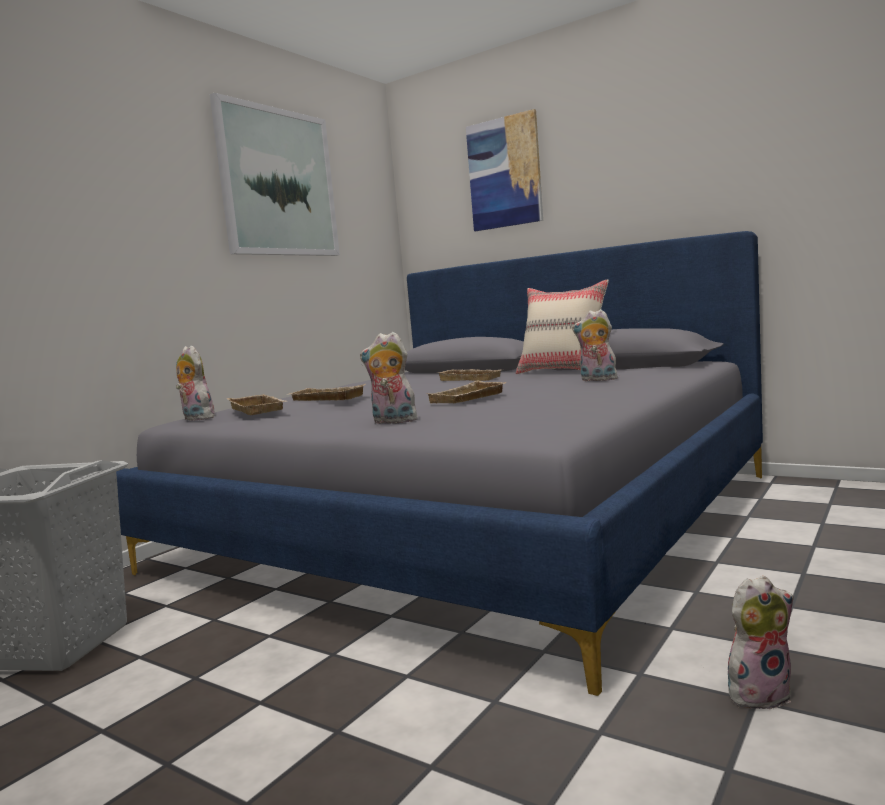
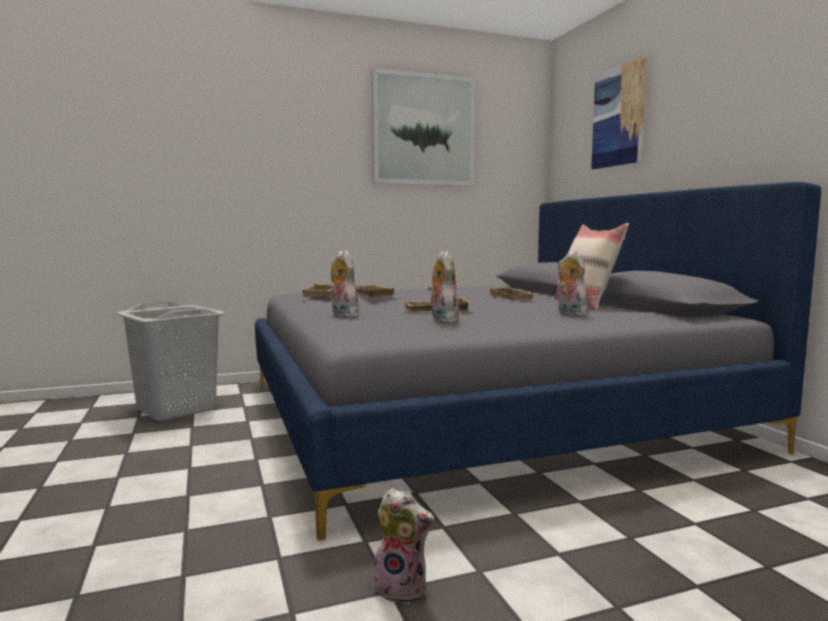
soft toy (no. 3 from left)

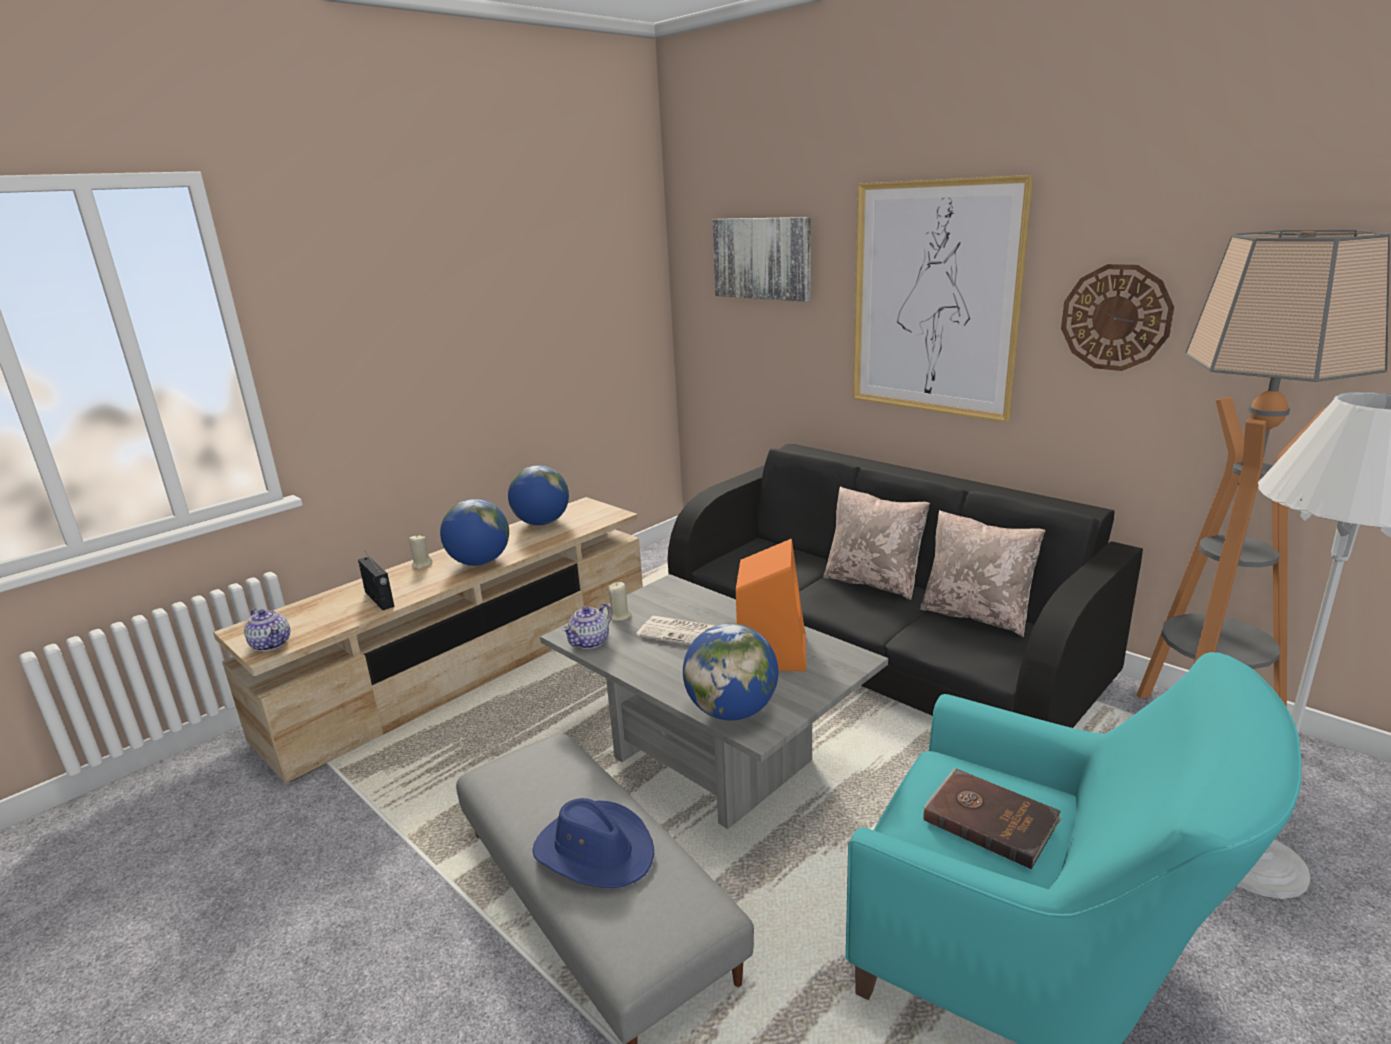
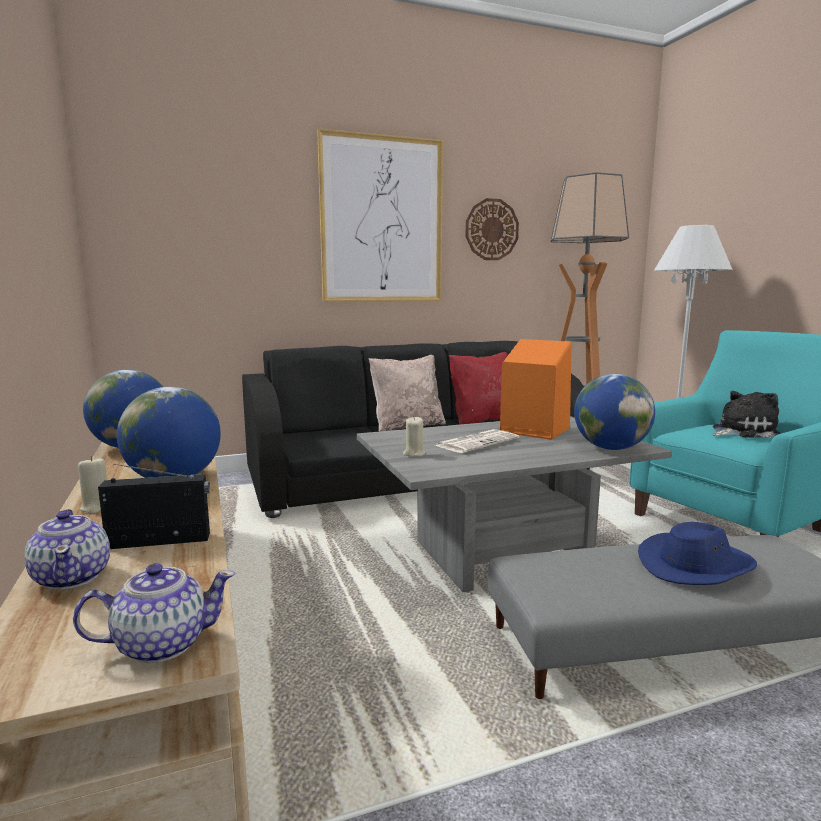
wall art (no. 1 from left in the first image); red pillow; tea pot (no. 1 from left); soft toy

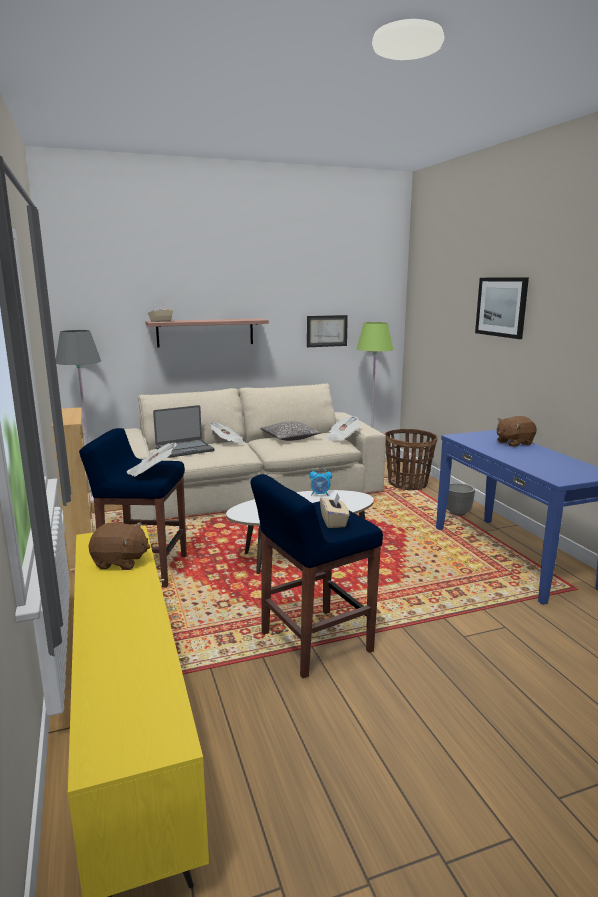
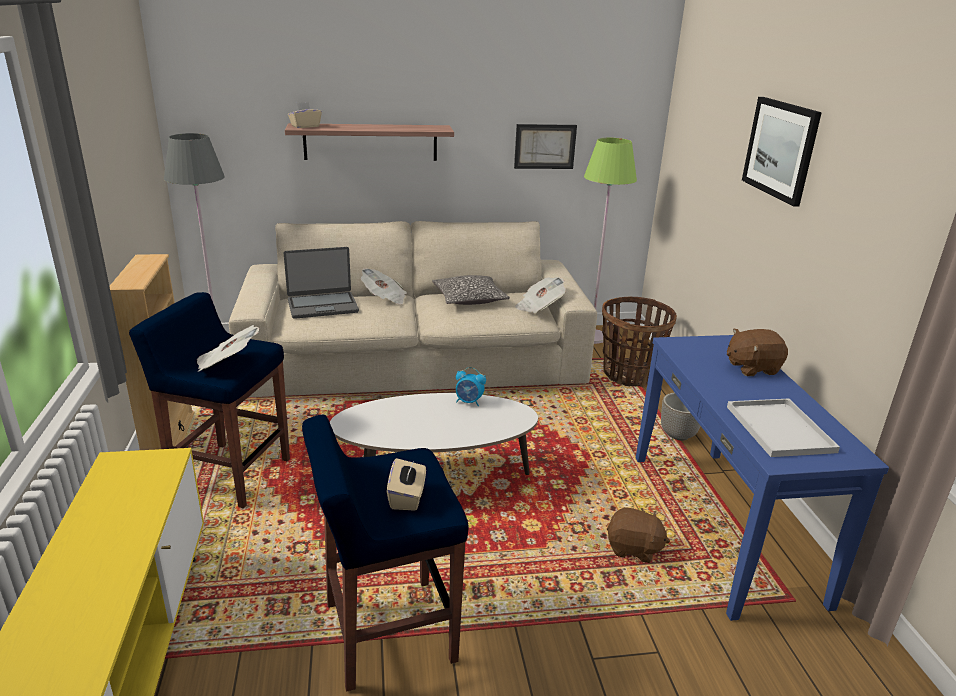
brown-coloured soft toy (no. 1 from left); white-coloured tray

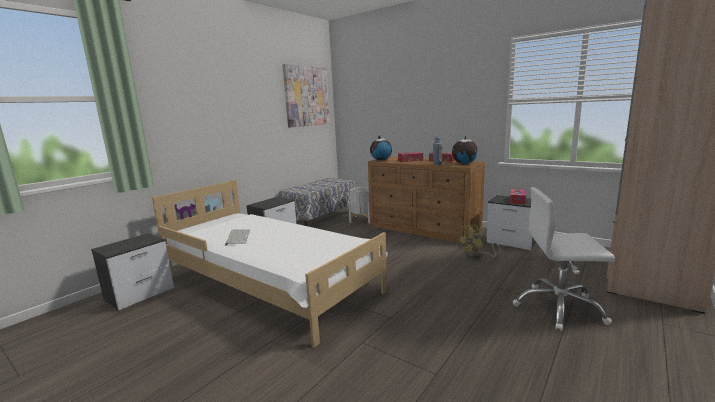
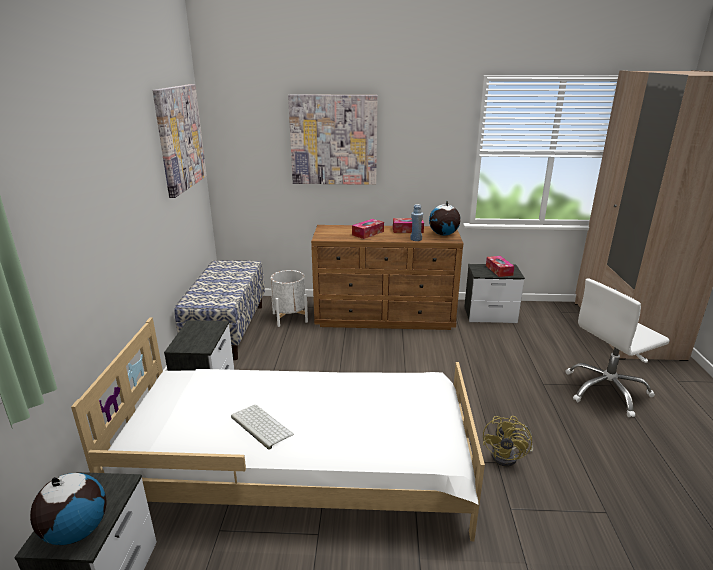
world globe (no. 1 from left); yellowish fan; wall art (no. 2 from left)

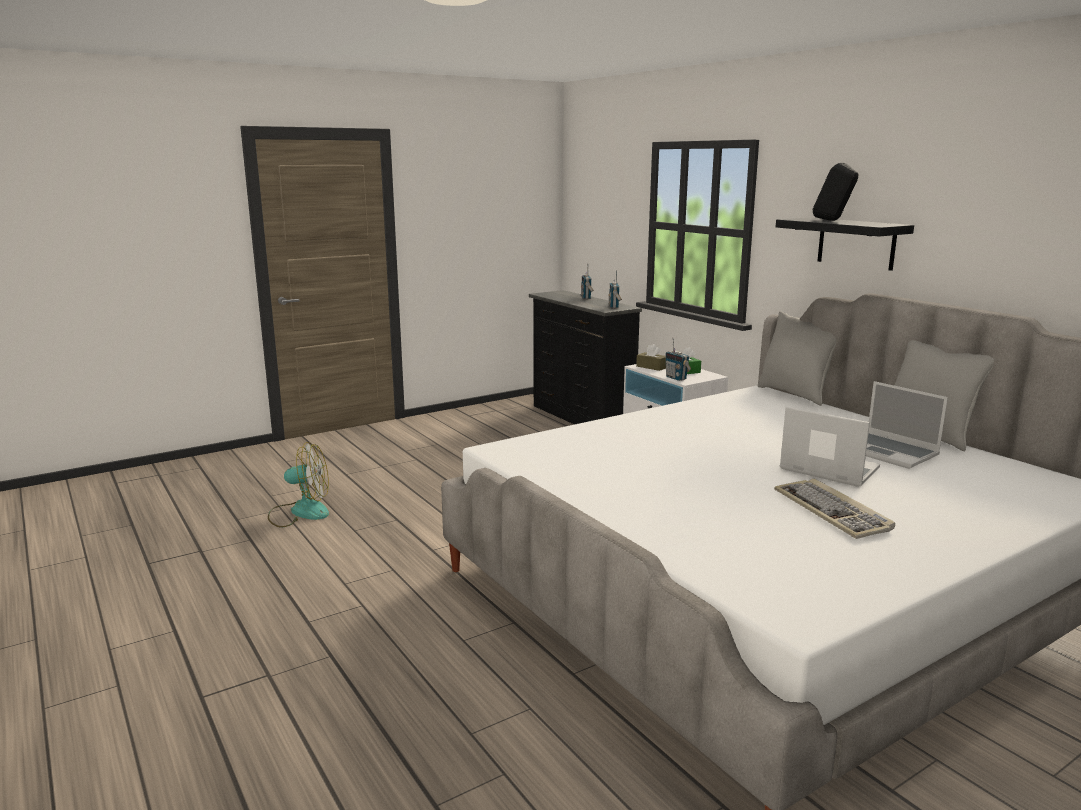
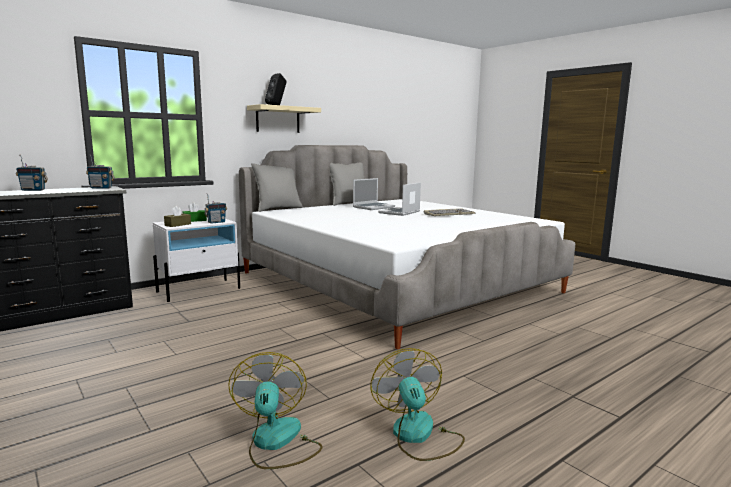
beige-coloured wall shelf; fan (no. 2 from left)

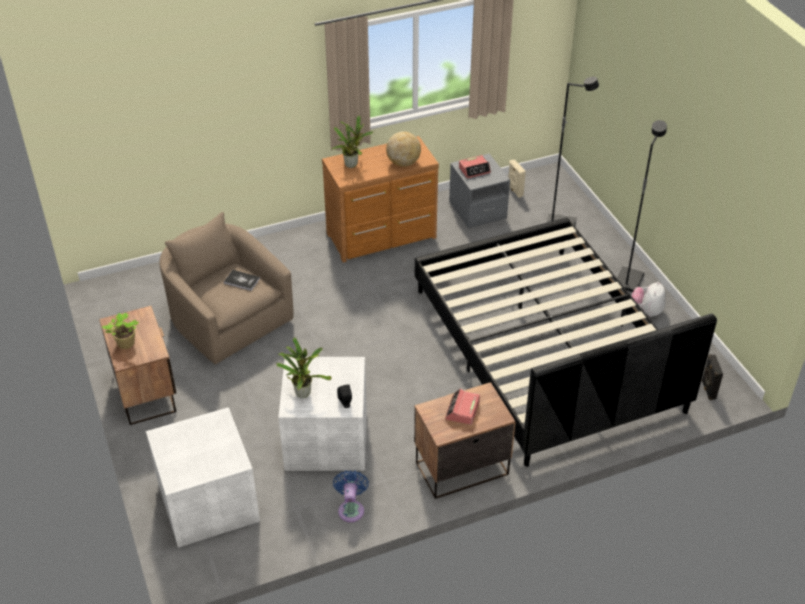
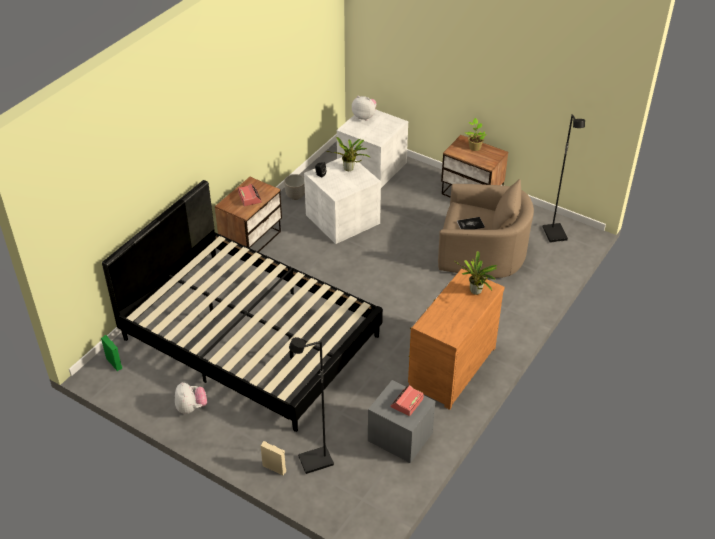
black-coloured standard lamp (no. 2 from left); world globe; beige-coloured audio speaker; greenish audio speaker; planter; soft toy (no. 2 from left)

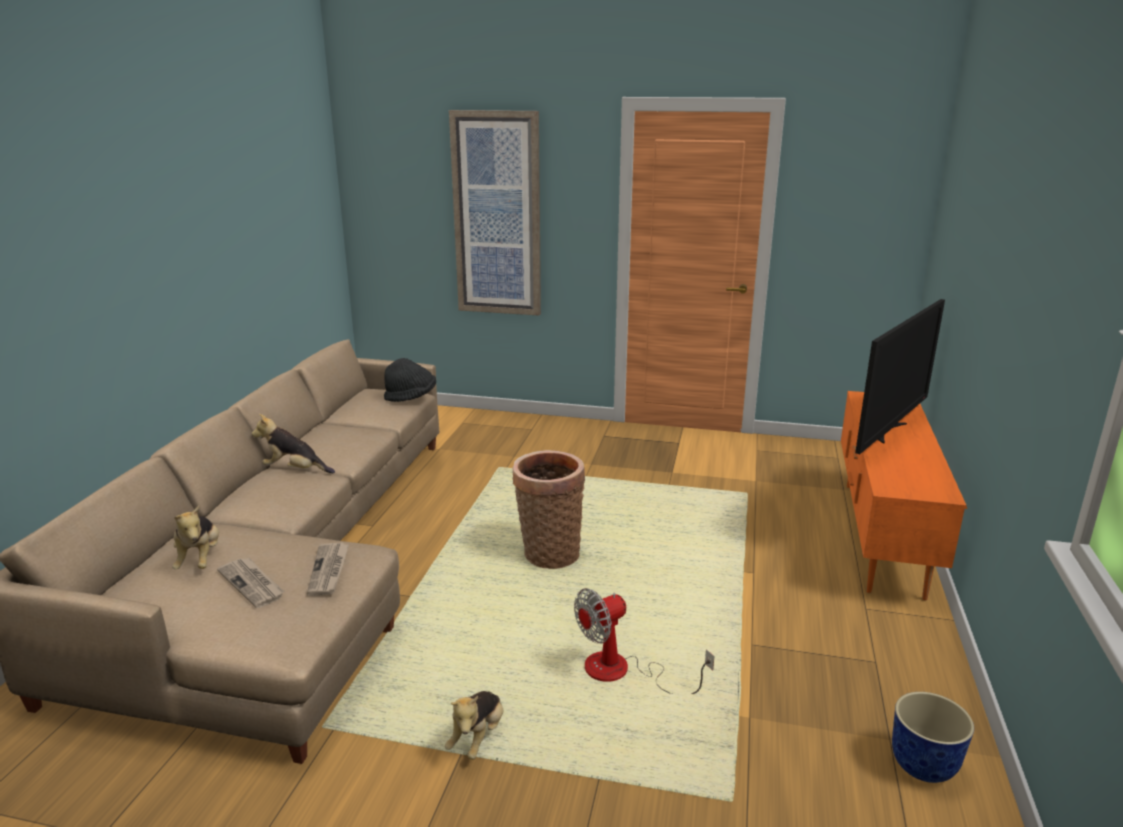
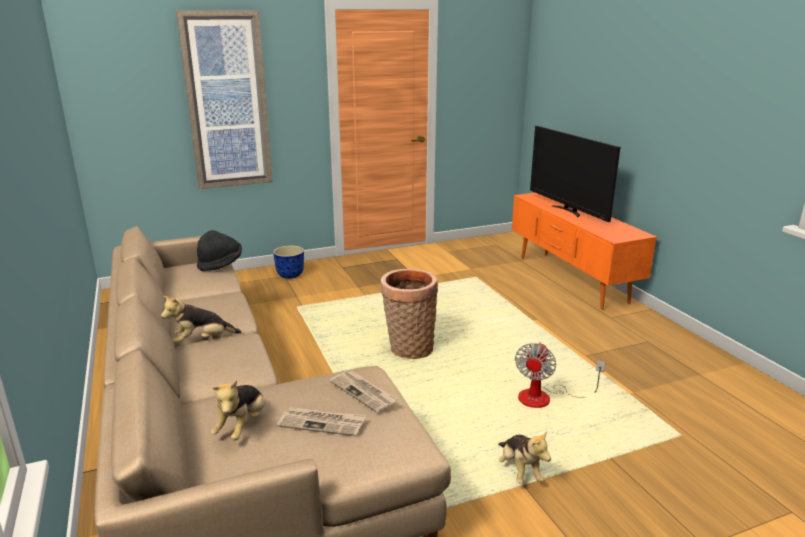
TV; soft toy (no. 2 from left); planter

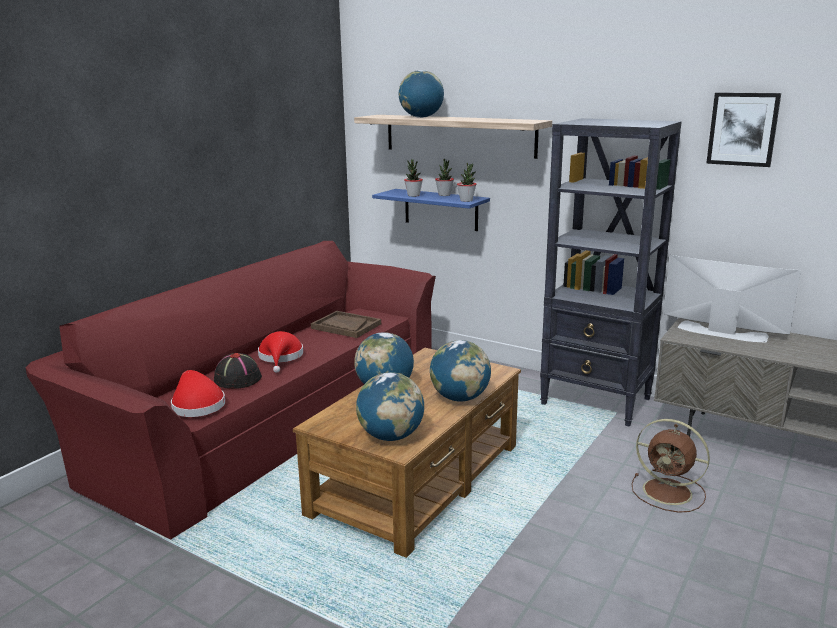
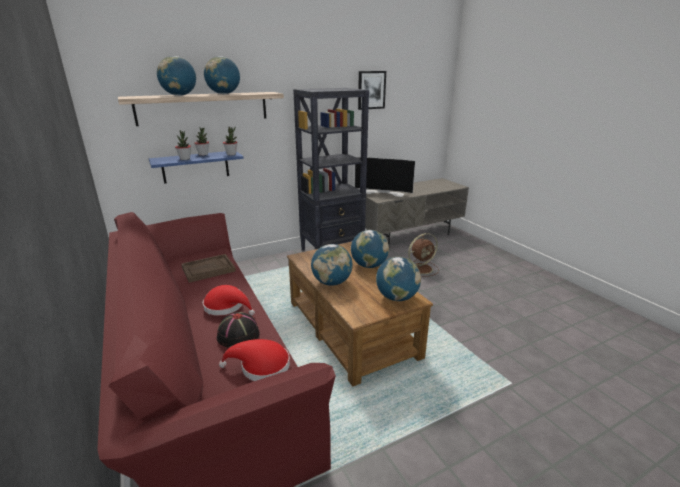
TV; world globe (no. 2 from left)

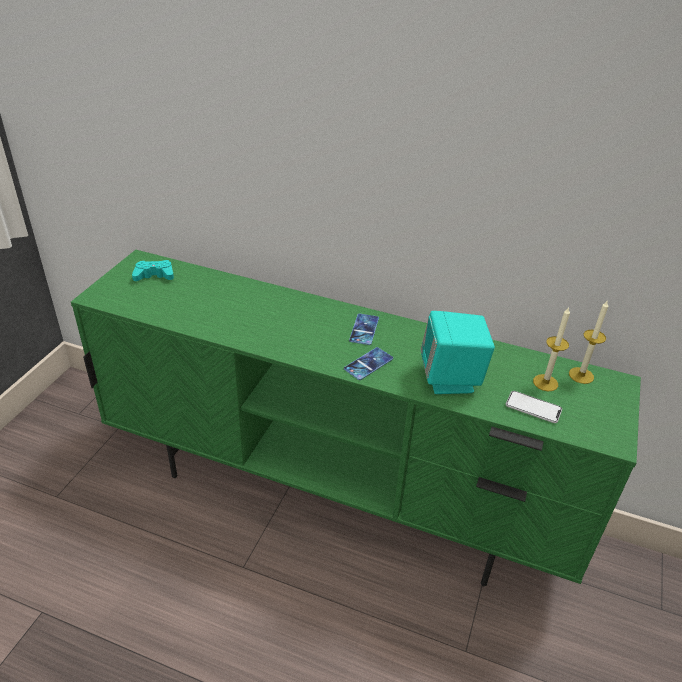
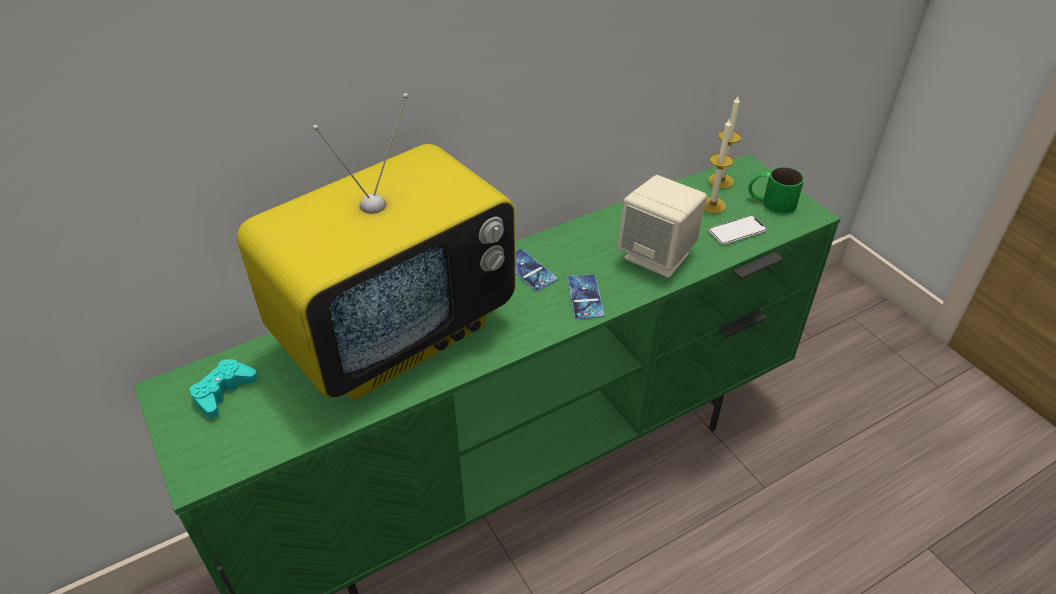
beige-coloured audio speaker; TV; greenish mug

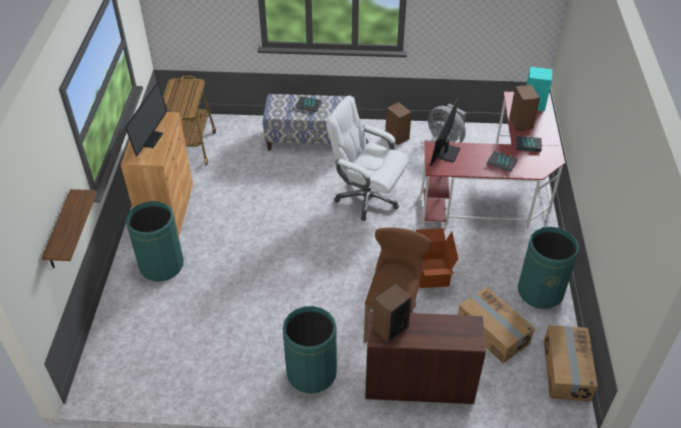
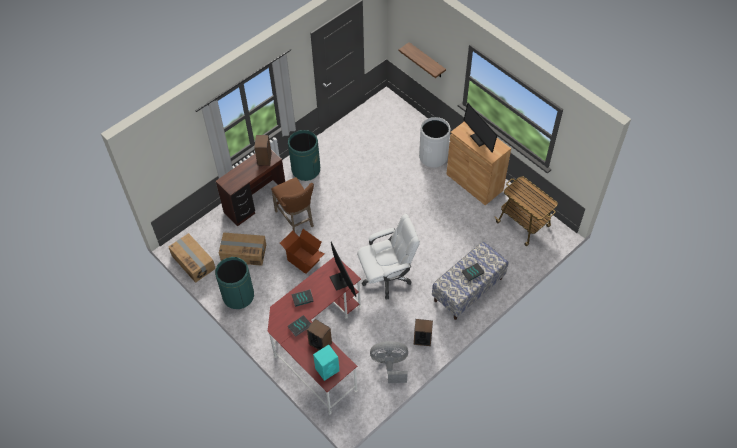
white-coloured waste bin

